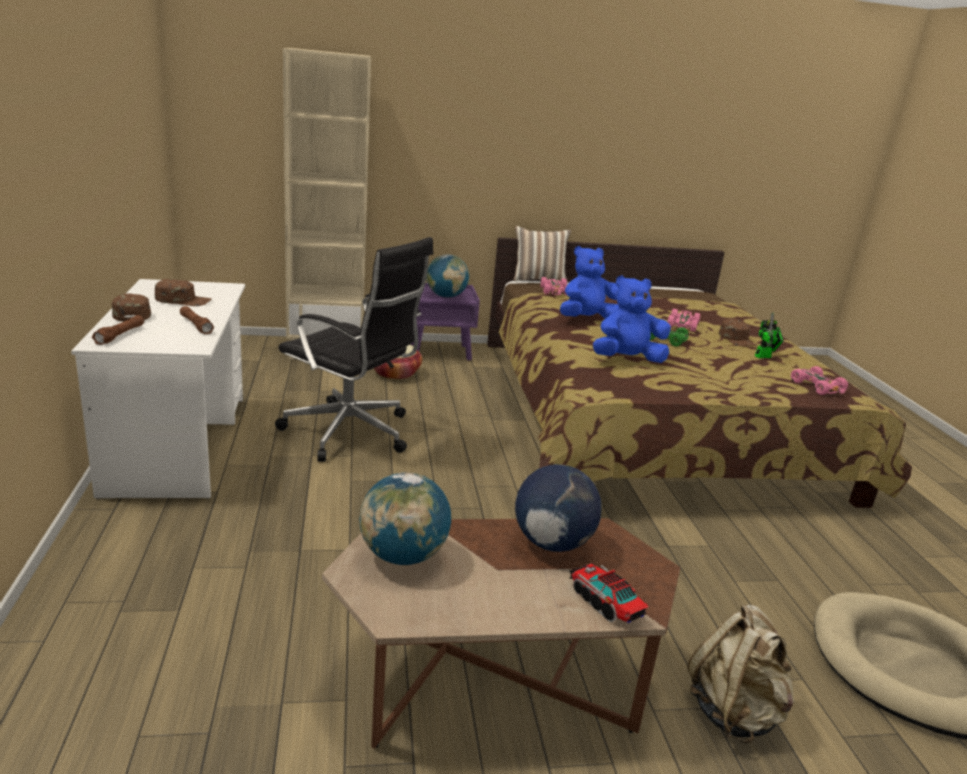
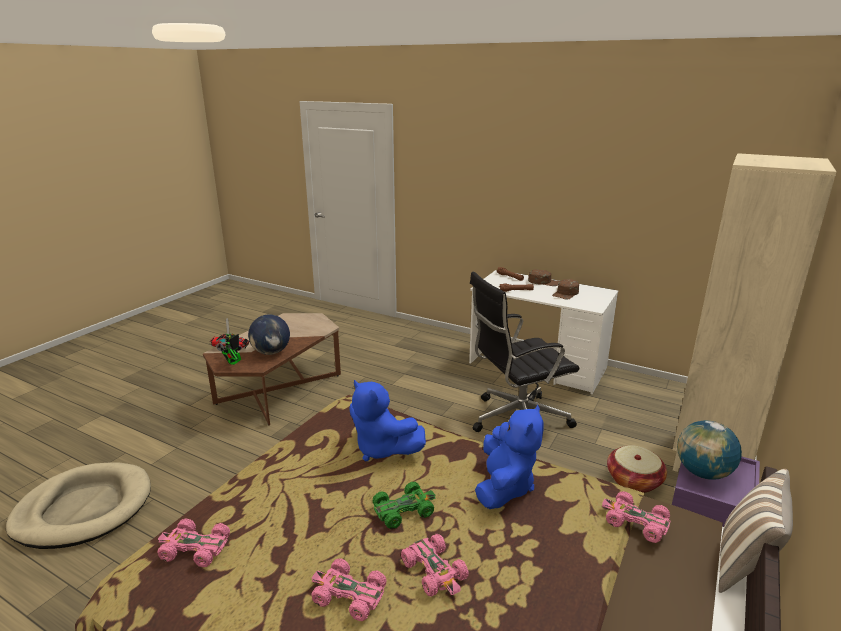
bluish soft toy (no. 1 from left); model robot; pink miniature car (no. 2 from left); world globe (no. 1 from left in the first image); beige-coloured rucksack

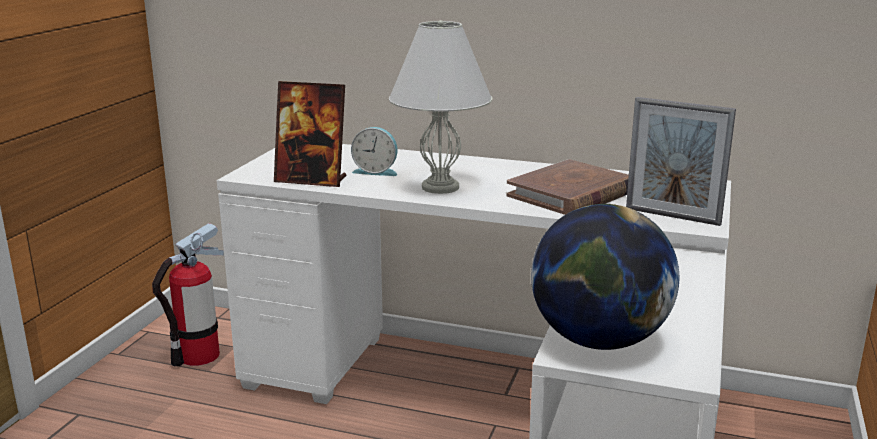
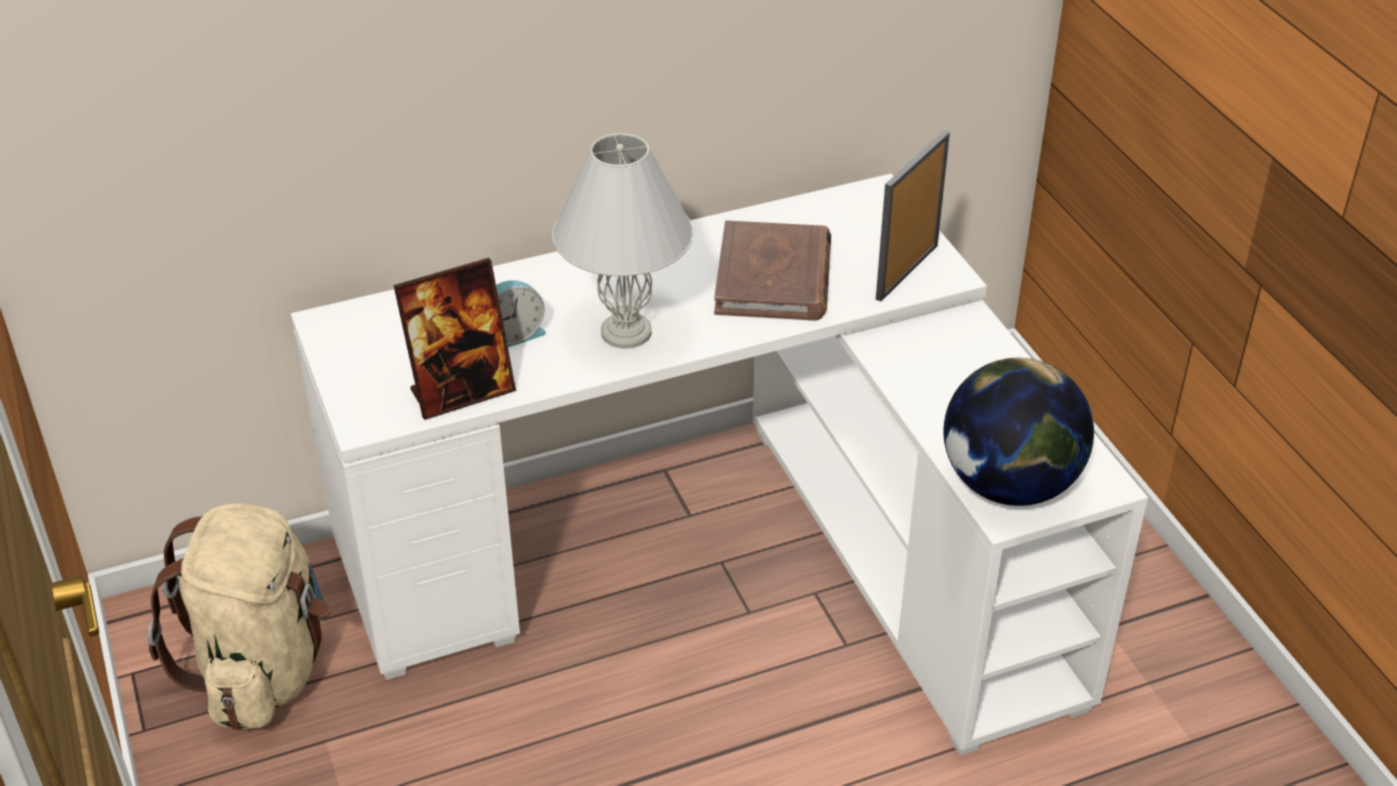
picture frame (no. 2 from left); beige-coloured rucksack

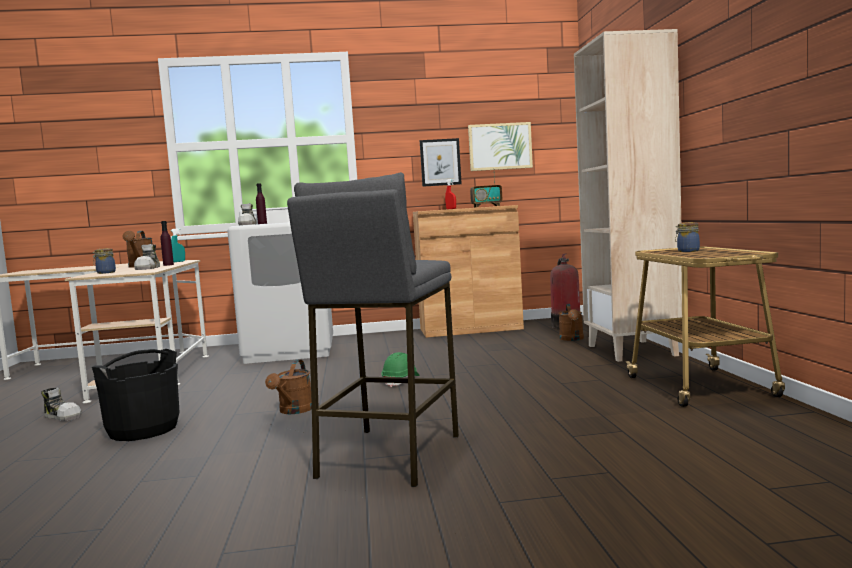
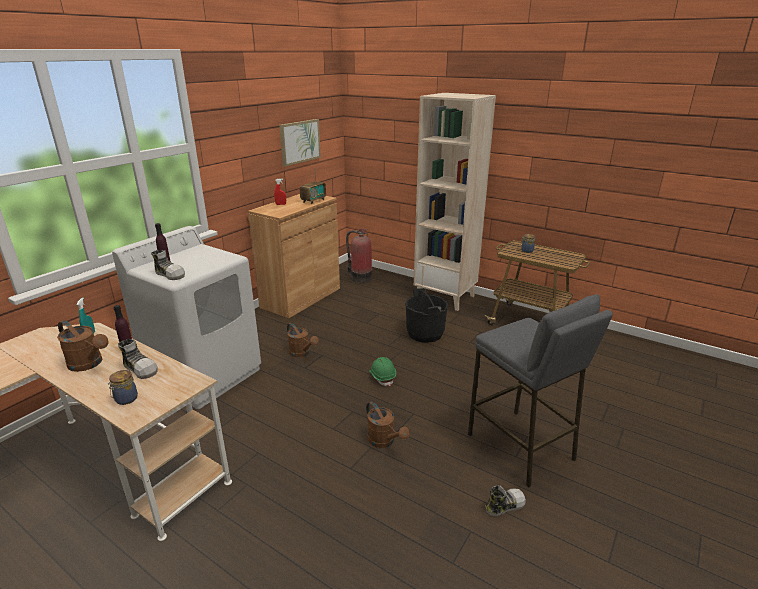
wall art (no. 1 from left in the first image); brown-coloured watering can (no. 2 from left); black-coloured bucket; item of footwear (no. 3 from left)

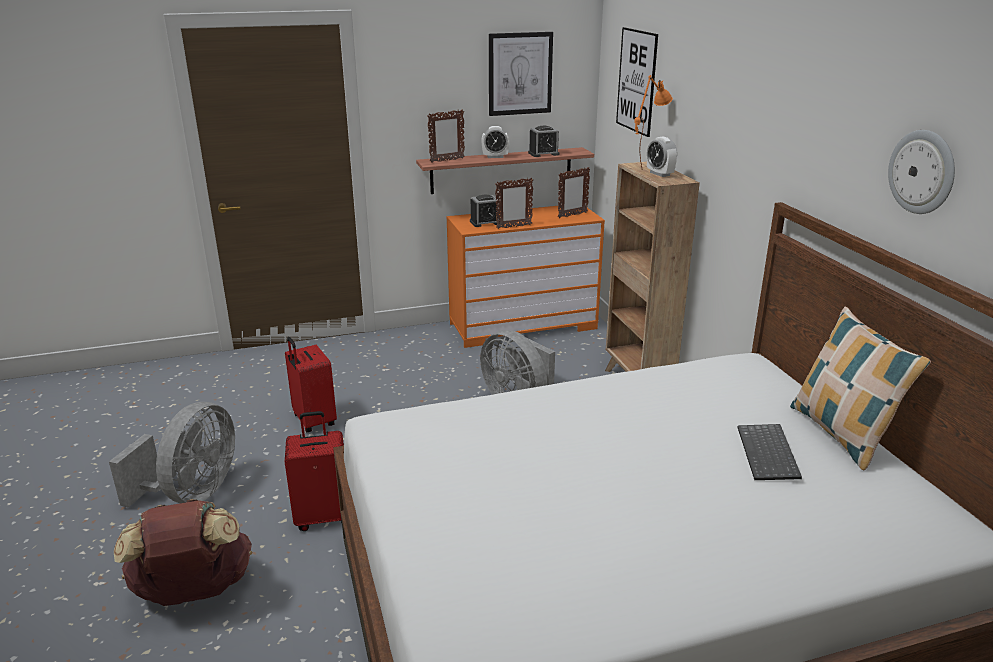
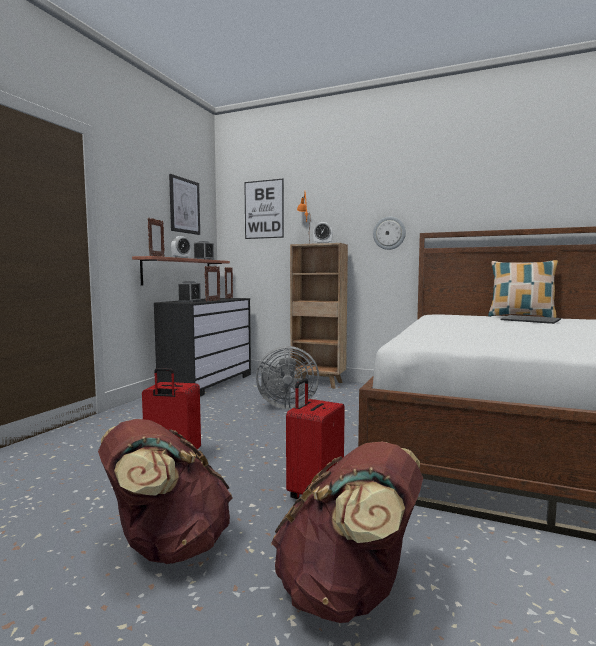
clock on the wall; black-coloured dresser; brown-coloured rucksack (no. 1 from left)

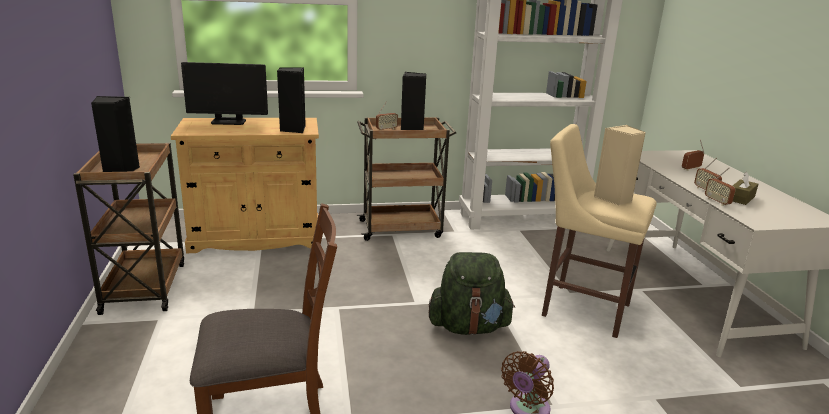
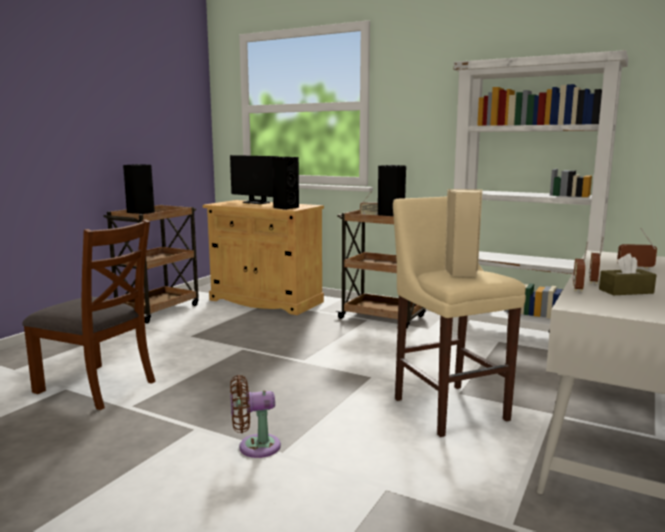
greenish rucksack

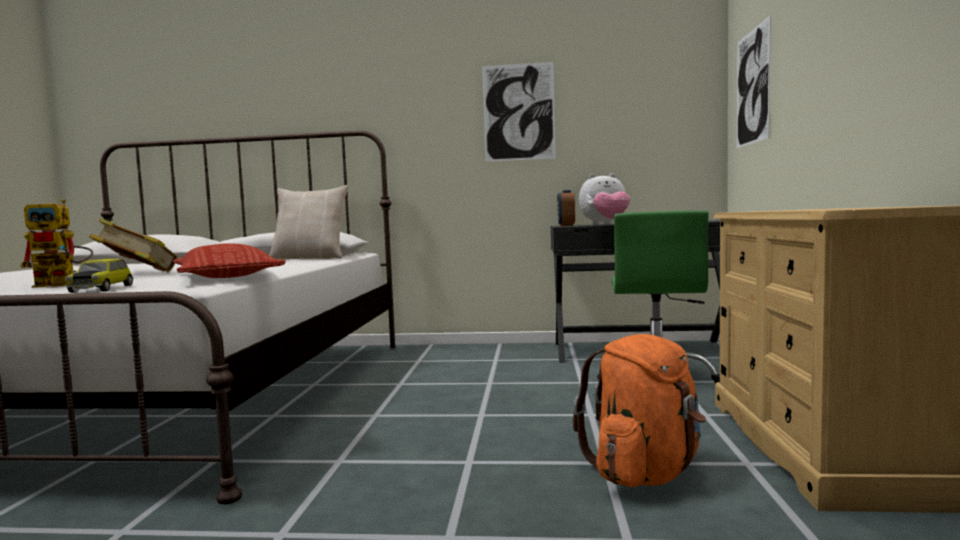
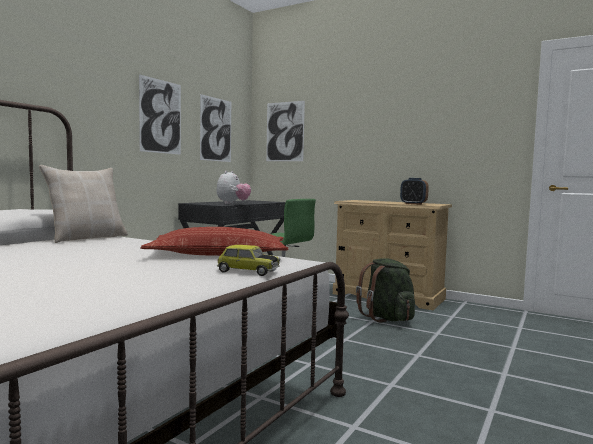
bedside clock; model robot; bound book; greenish rucksack; wall art (no. 2 from left)

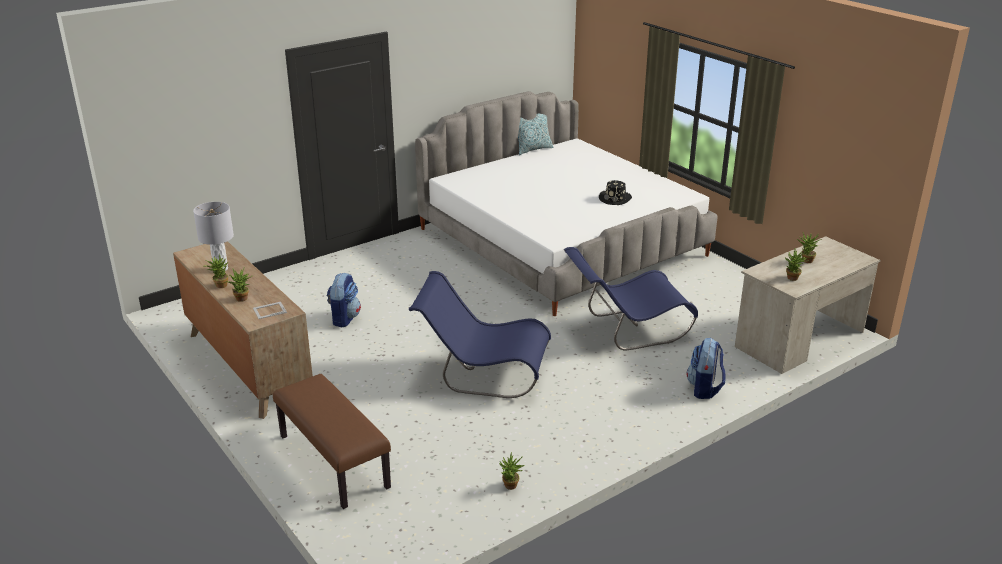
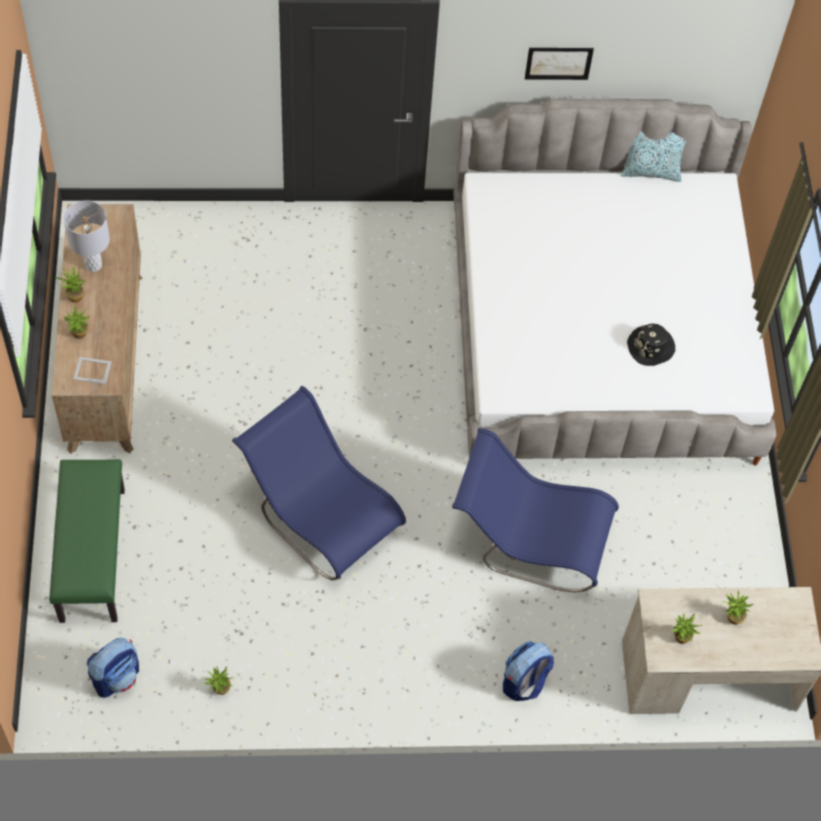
rucksack (no. 1 from left); greenish bench; wall art

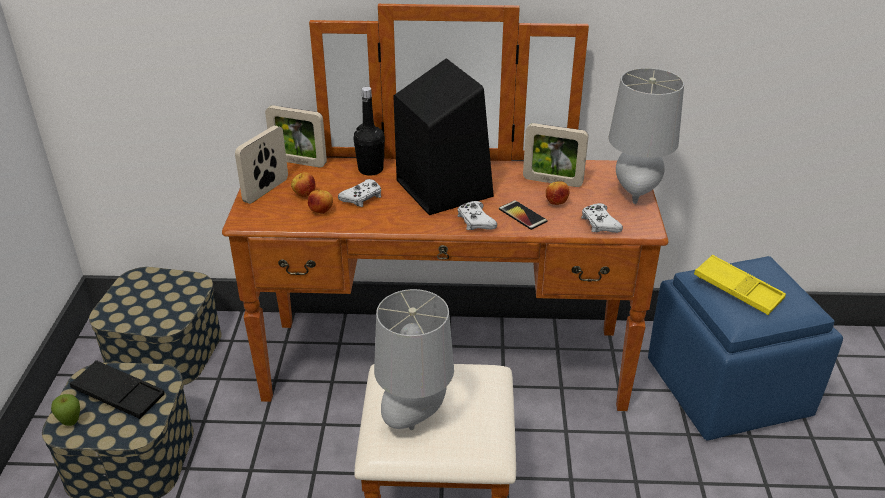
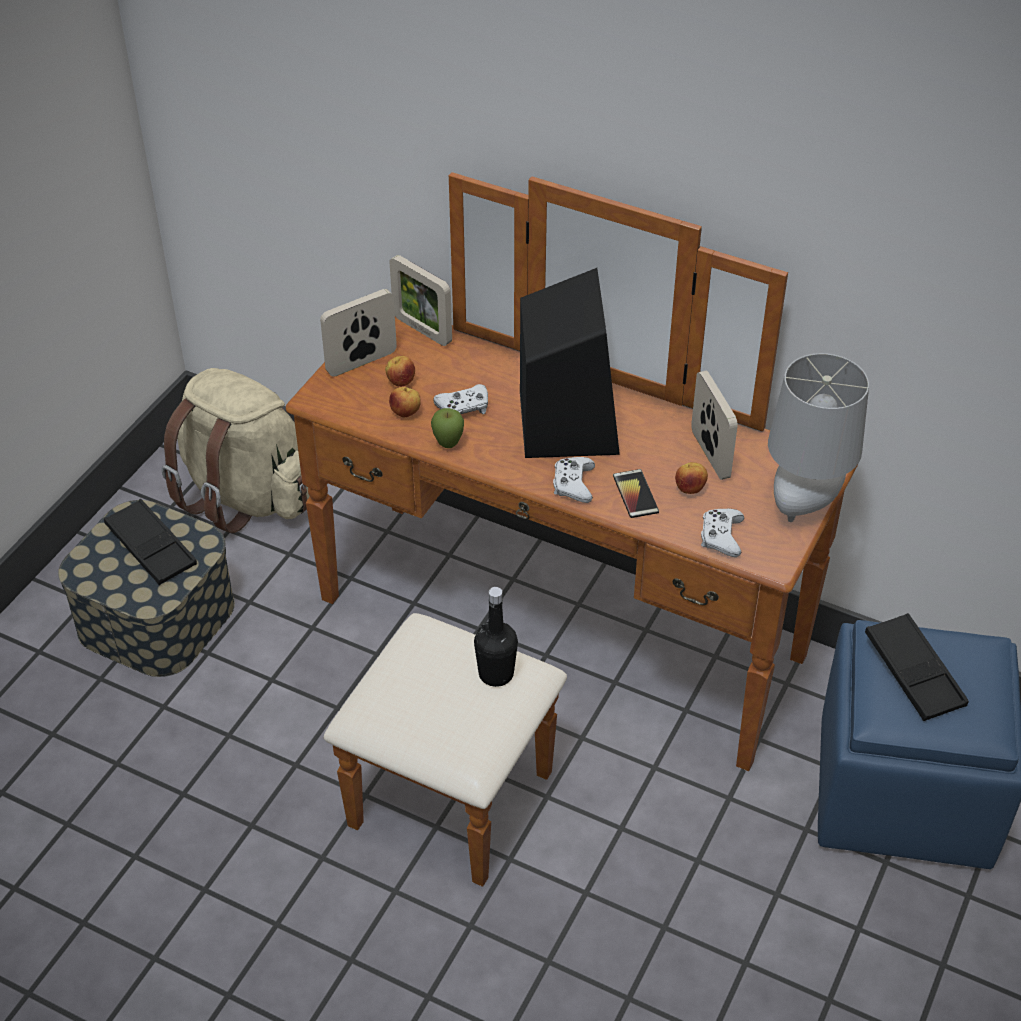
black-coloured beverage bottle; picture frame (no. 3 from left); black-coloured tray (no. 2 from left); beige-coloured rucksack; grey tabletop lamp (no. 1 from left in the first image); apple fruit (no. 3 from left)

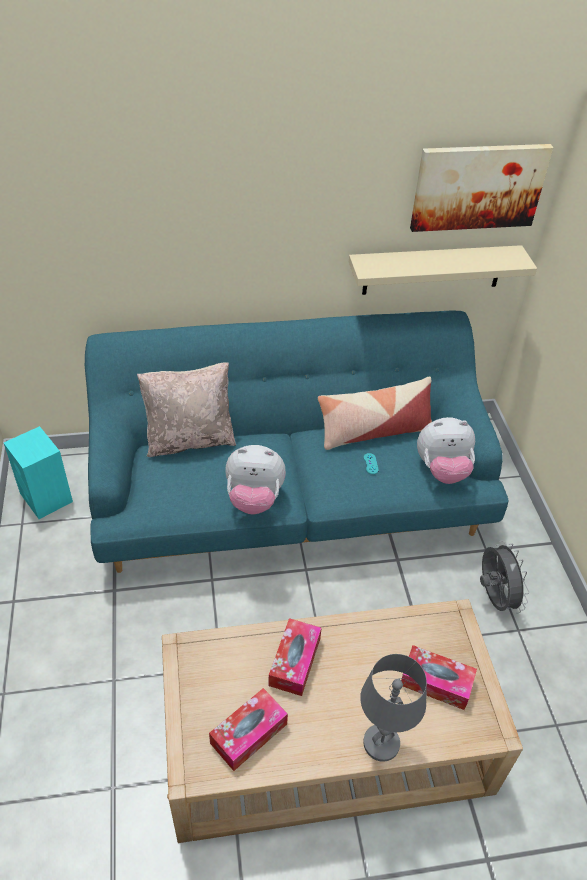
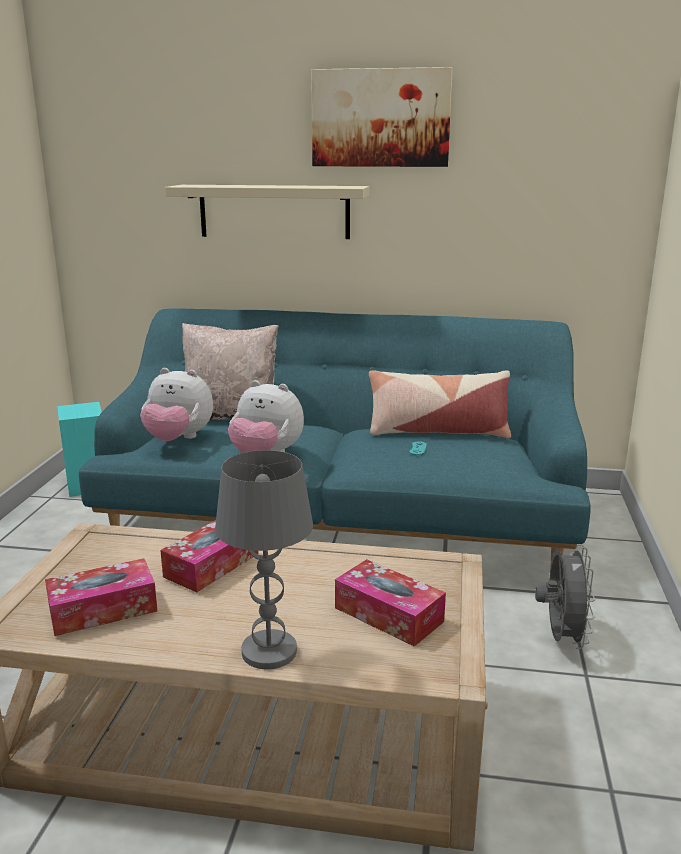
wall art; beige-coloured wall shelf; soft toy (no. 1 from left)

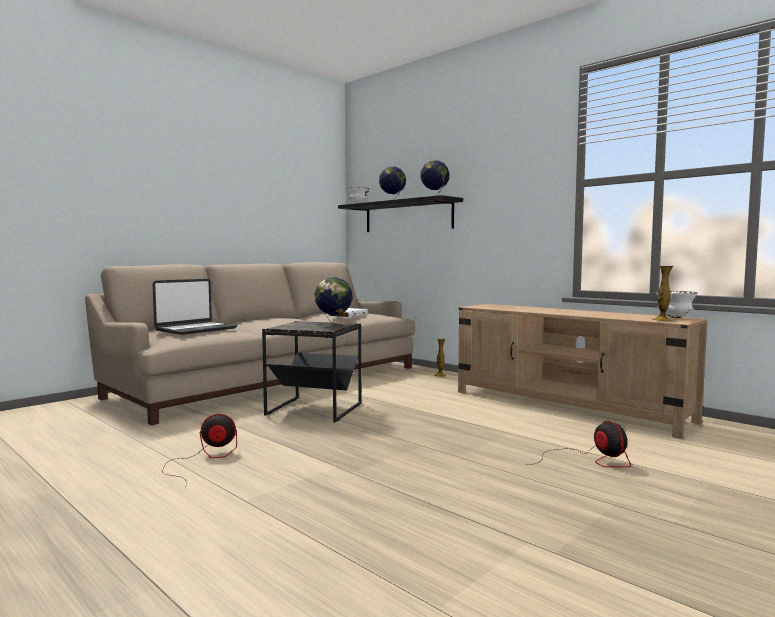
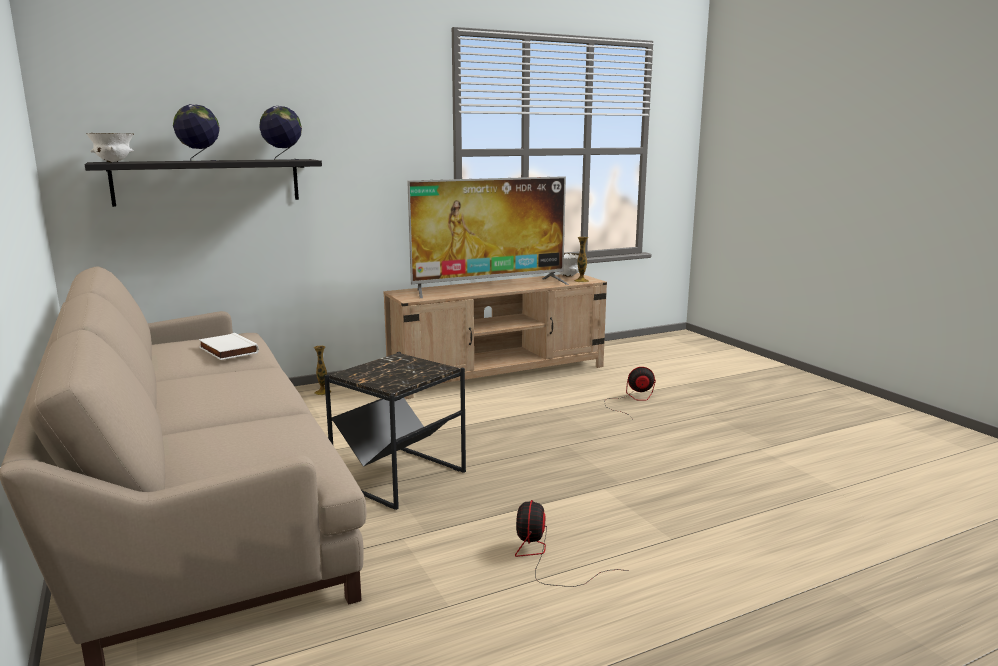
world globe (no. 1 from left in the first image); notebook computer; TV

